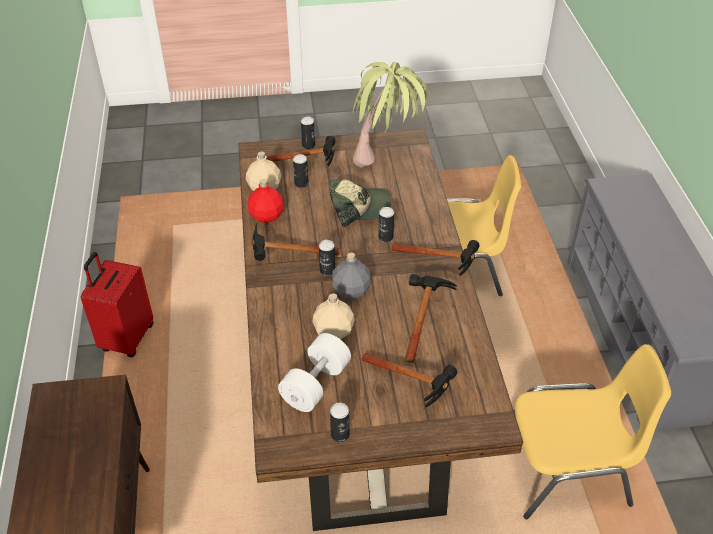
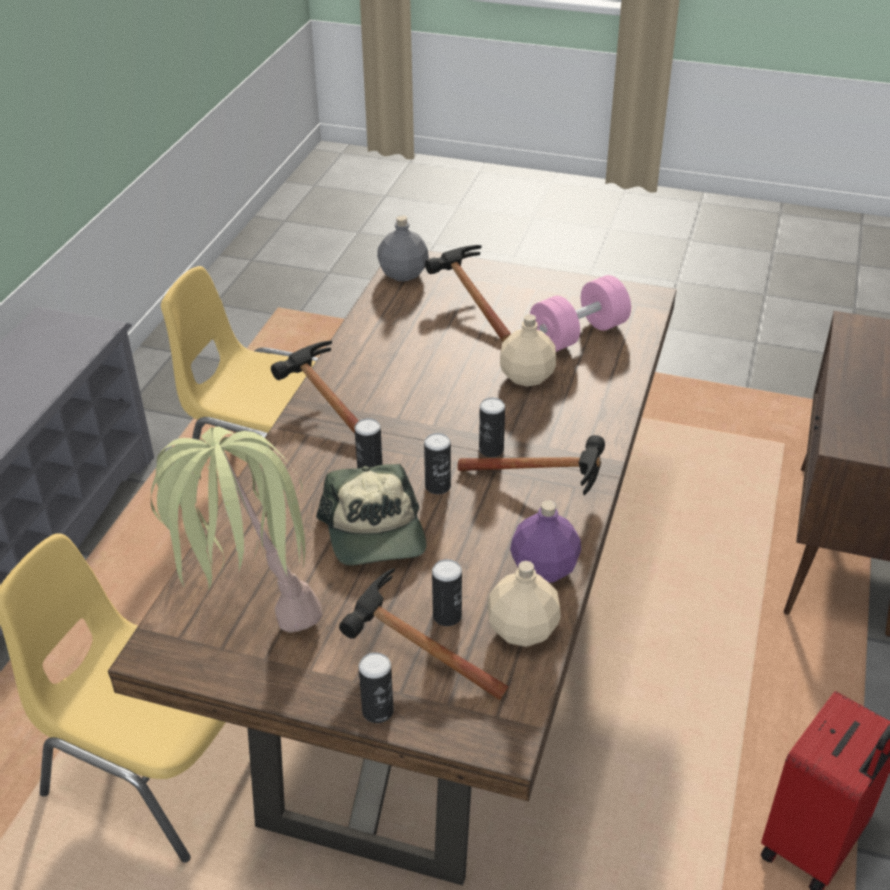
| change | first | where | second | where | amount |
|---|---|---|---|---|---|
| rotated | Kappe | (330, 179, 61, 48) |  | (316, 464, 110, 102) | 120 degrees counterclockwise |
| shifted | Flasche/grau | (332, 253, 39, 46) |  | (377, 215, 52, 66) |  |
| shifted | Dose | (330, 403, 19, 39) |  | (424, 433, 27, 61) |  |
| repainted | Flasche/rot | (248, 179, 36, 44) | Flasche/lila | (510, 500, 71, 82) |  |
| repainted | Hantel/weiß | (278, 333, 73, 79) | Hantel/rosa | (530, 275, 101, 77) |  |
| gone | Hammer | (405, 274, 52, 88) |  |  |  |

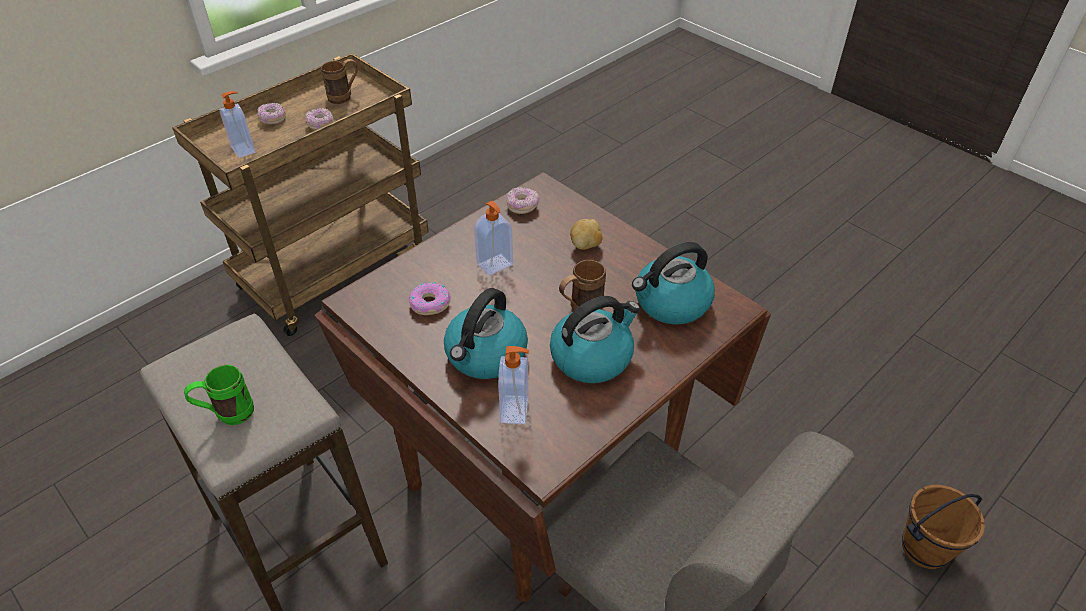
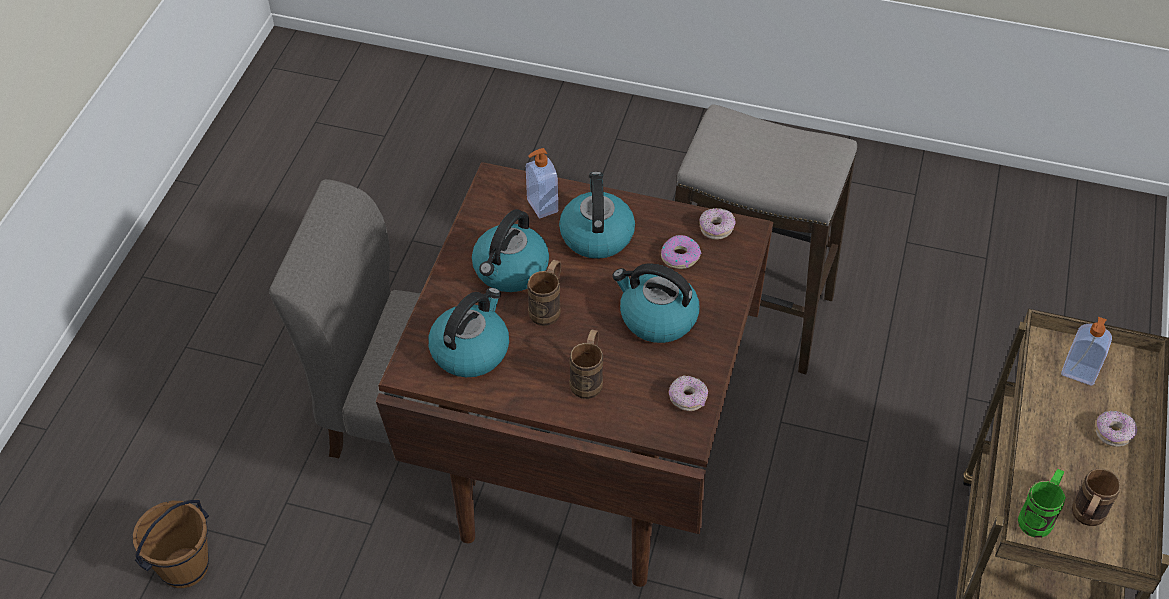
| change | first | where | second | where | amount |
|---|---|---|---|---|---|
| swapped | Kartoffel | (570, 219, 32, 31) | Henkelbecher/braun | (569, 330, 34, 69) |  |
| swapped | Seifenspender | (474, 201, 39, 75) | Wasserkessel | (612, 264, 87, 79) |  |
| shifted | Donut | (305, 108, 29, 22) |  | (699, 208, 37, 32) |  |
| shifted | Henkelbecher/grün | (184, 364, 70, 61) |  | (1018, 469, 48, 69) |  |

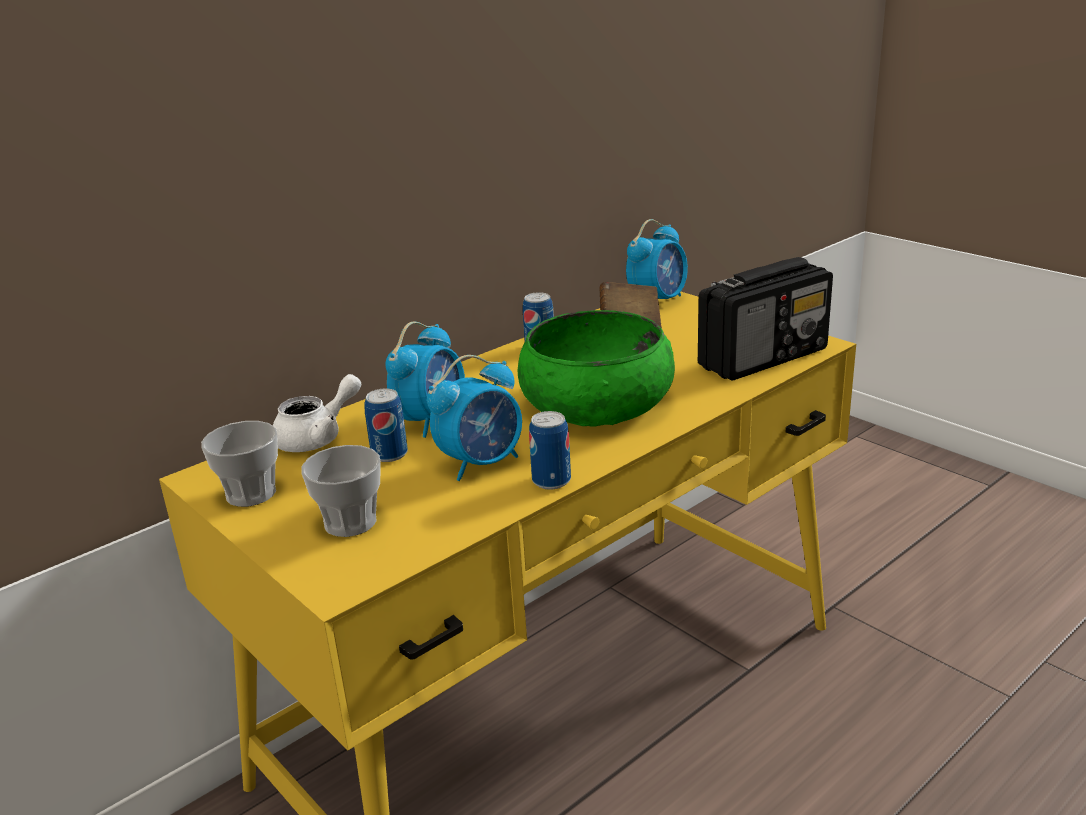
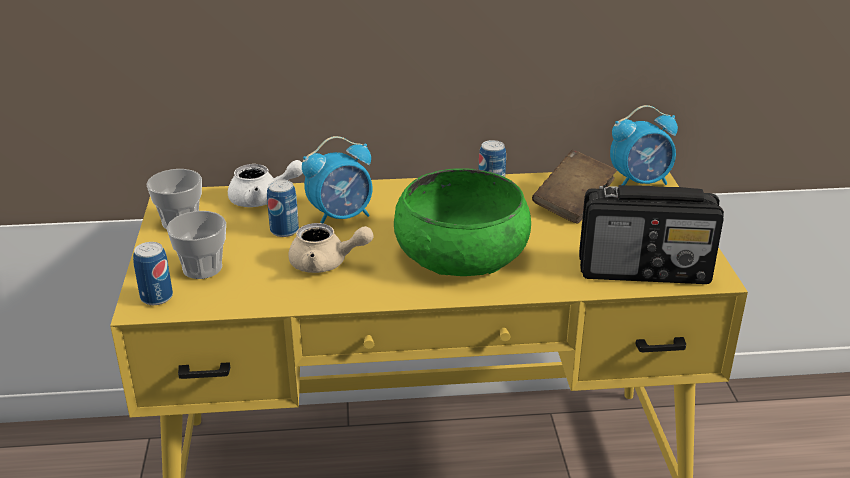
| change | first | where | second | where | amount |
|---|---|---|---|---|---|
| shifted | Dose | (529, 411, 42, 79) |  | (133, 242, 40, 63) |  |
| swapped | Wecker | (427, 355, 95, 126) | Teekanne/beige | (288, 223, 85, 50) |  |

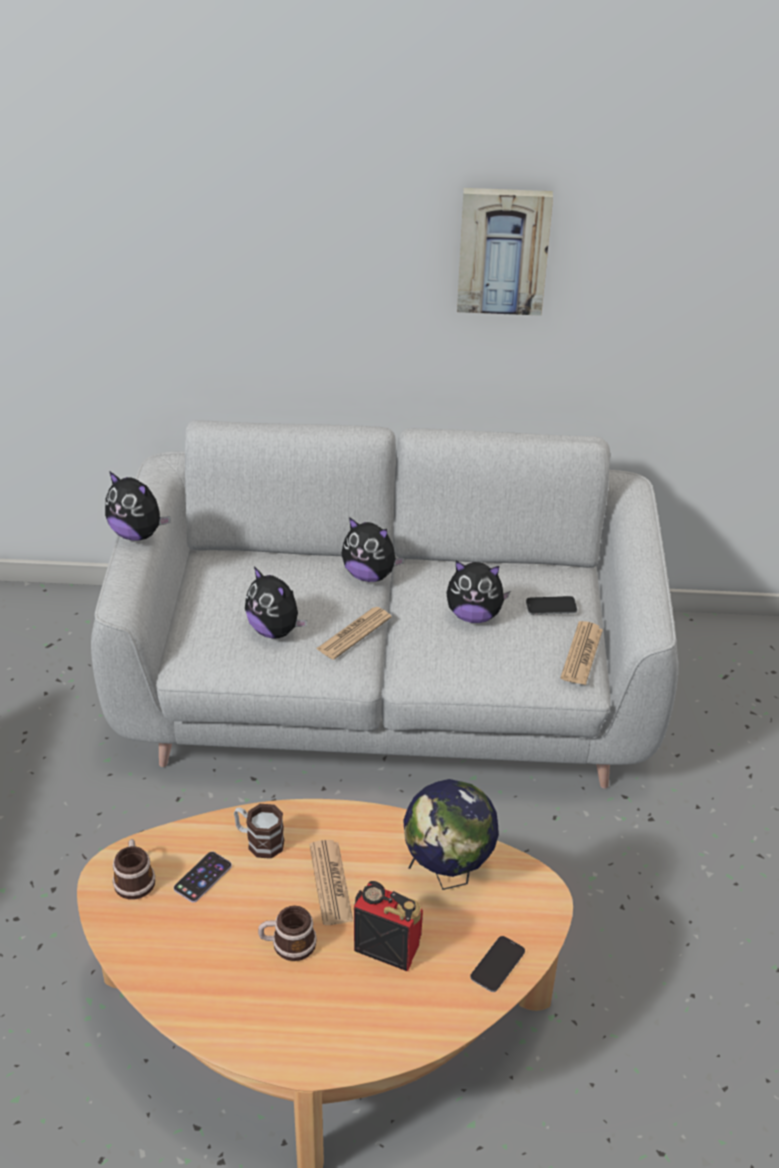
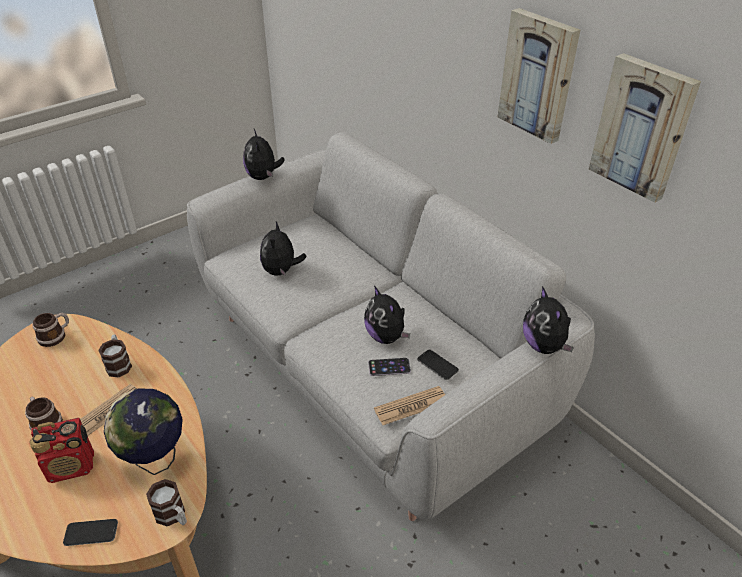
| change | first | where | second | where | amount |
|---|---|---|---|---|---|
| rotated | Radio | (354, 881, 69, 90) |  | (29, 418, 65, 65) | 90 degrees clockwise |
| new |  |  | Henkelbecher | (146, 479, 41, 47) |  |
| shifted | Handy | (174, 852, 58, 51) |  | (368, 358, 43, 18) |  |
| shifted | Plüschtier | (341, 517, 64, 65) |  | (523, 286, 51, 68) |  |
| new |  |  | Bild | (589, 53, 112, 150) |  |
| gone | Zeitung | (316, 607, 75, 53) |  |  |  |

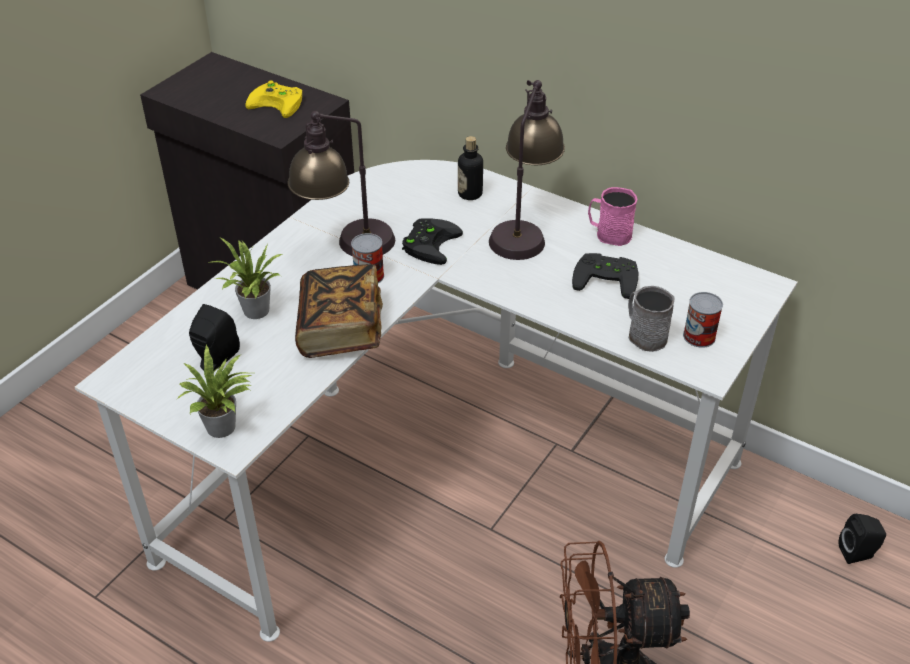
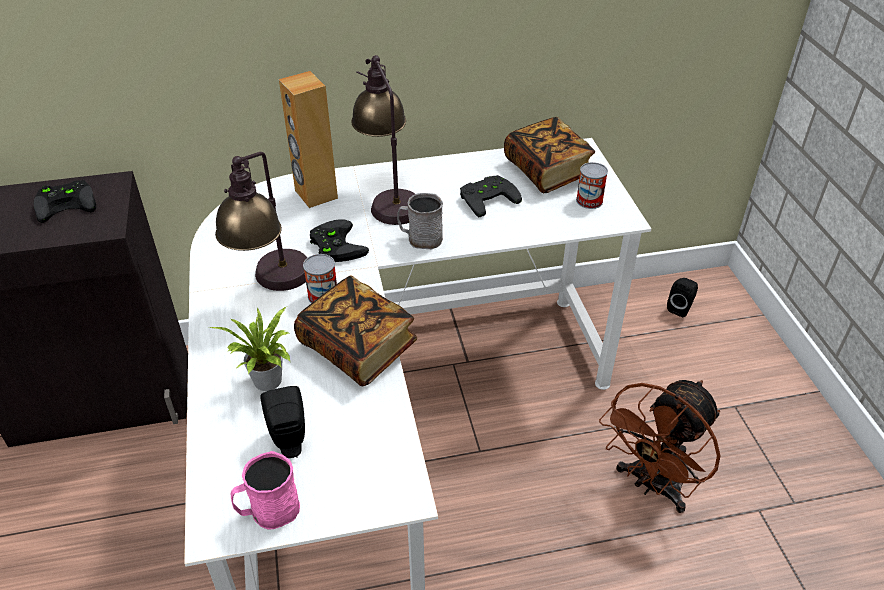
| change | first | where | second | where | amount |
|---|---|---|---|---|---|
| repainted | Gamepad/gelb | (245, 81, 57, 37) | Gamepad/schwarz | (34, 180, 62, 43) |  |
| shifted | Henkelbecher/rosa | (588, 187, 49, 59) |  | (230, 451, 70, 79) |  |
| swapped | Flasche | (458, 136, 25, 64) | Lautsprecher/braun | (279, 71, 59, 137) |  |
| shifted | Henkelbecher/grau | (628, 286, 46, 66) |  | (397, 193, 46, 56) |  |
| new |  |  | Buch | (504, 117, 91, 76) |  |
| gone | Topfpflanze | (177, 345, 76, 93) |  |  |  |

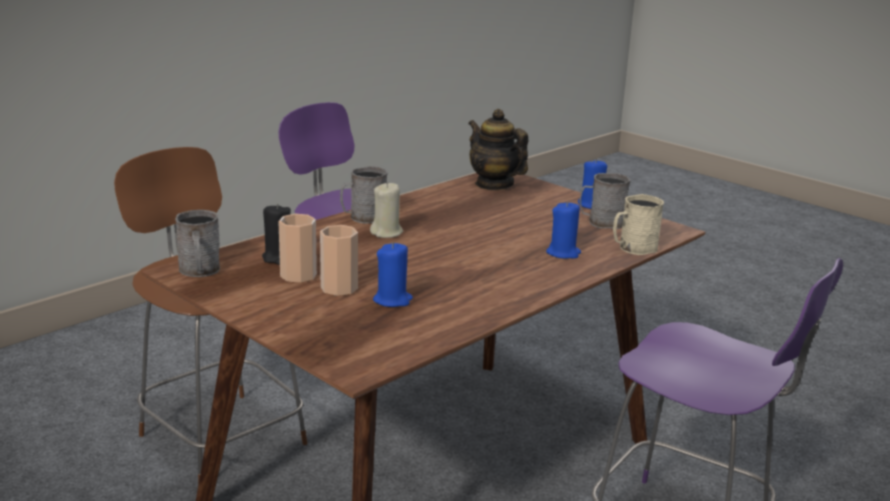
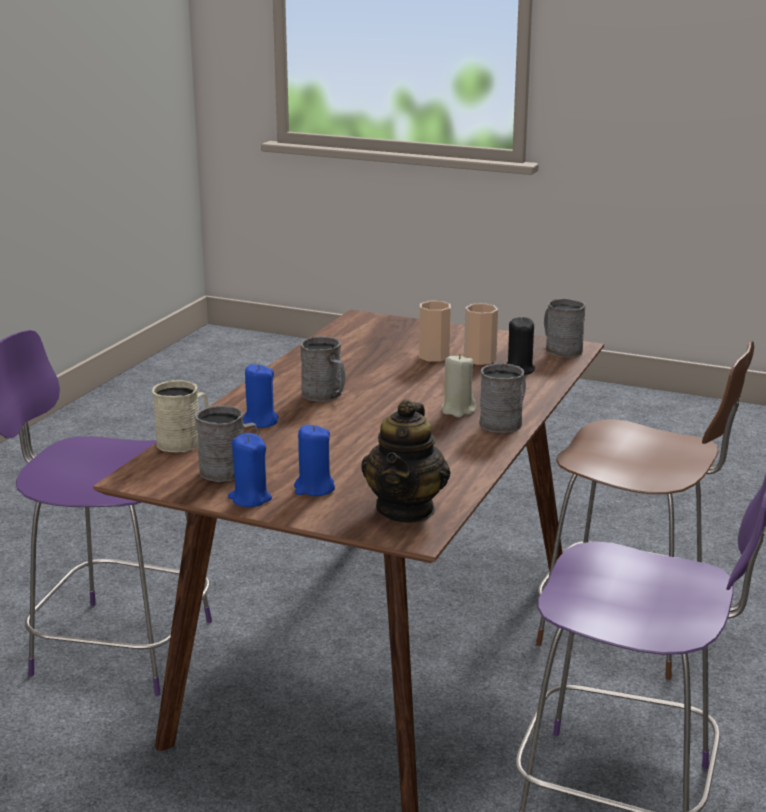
| change | first | where | second | where | amount |
|---|---|---|---|---|---|
| shifted | Kerze/blau | (373, 242, 40, 65) |  | (294, 425, 41, 71) |  |
| new |  |  | Henkelbecher/grau | (301, 336, 44, 66) |  |
| rotated | Teekanne | (468, 109, 60, 81) |  | (361, 399, 89, 124) | 75 degrees clockwise |

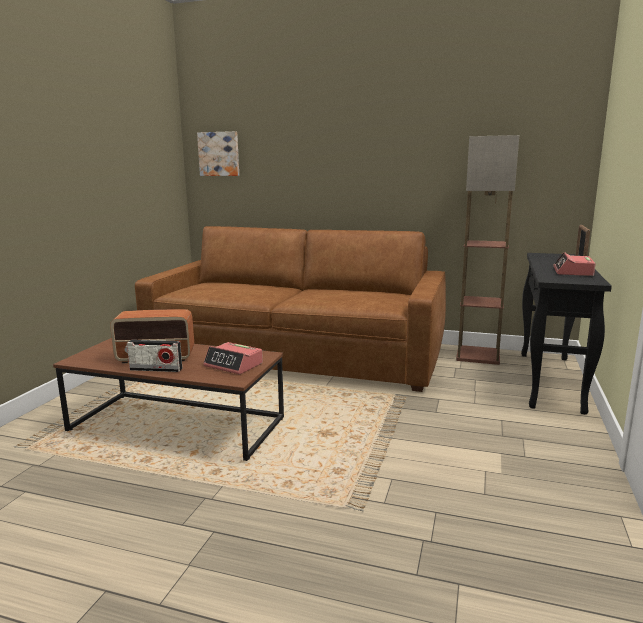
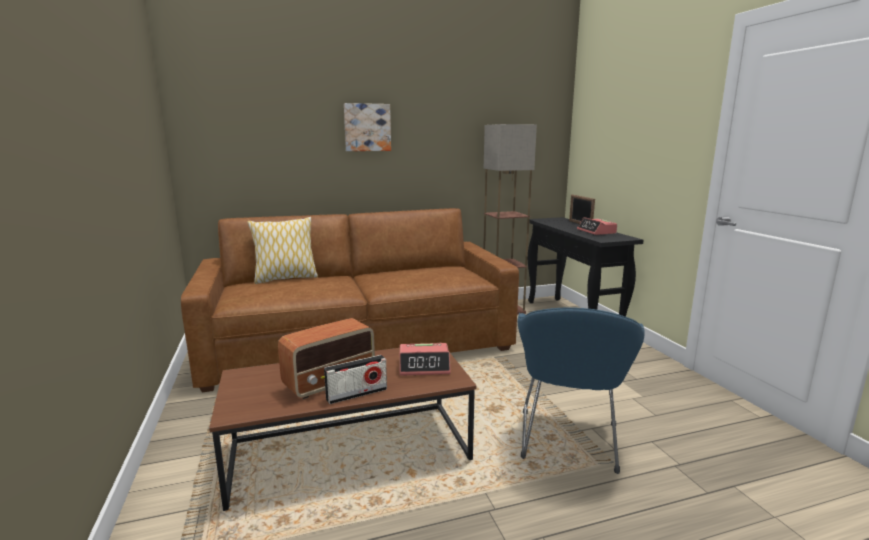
| change | first | where | second | where | amount |
|---|---|---|---|---|---|
| new |  |  | Kissen | (247, 217, 71, 67) |  |
| shifted | Bild | (197, 131, 42, 45) |  | (344, 103, 47, 48) |  |
| new |  |  | Sessel/blau | (518, 307, 127, 167) |  |

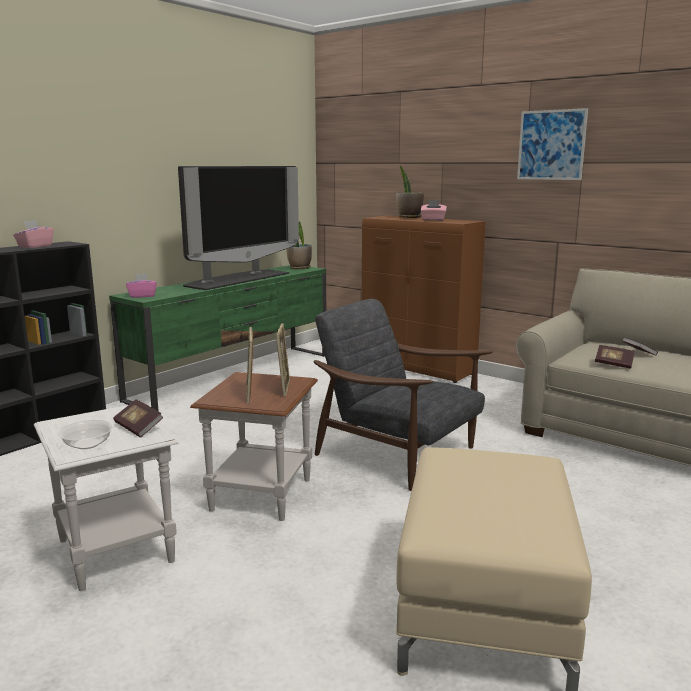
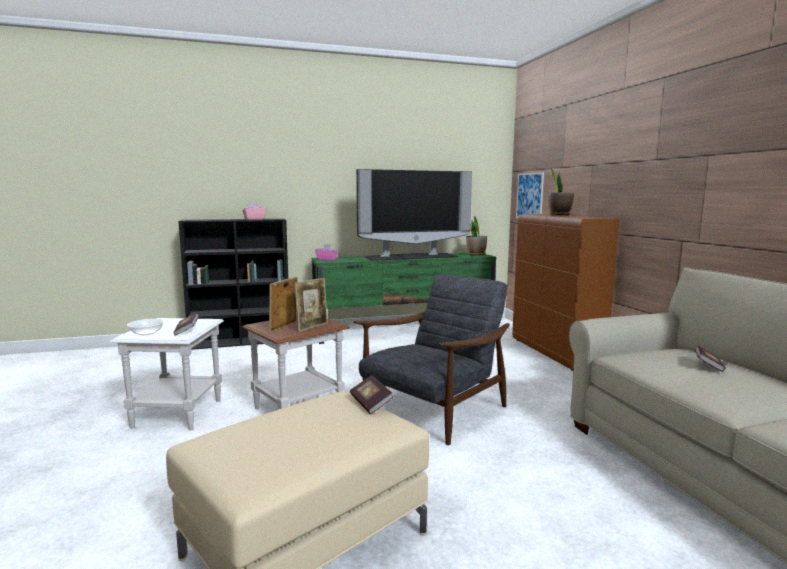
| change | first | where | second | where | amount |
|---|---|---|---|---|---|
| shifted | Buch | (595, 345, 40, 24) |  | (350, 375, 44, 39) |  |
| rotated | Sessel/grau | (314, 299, 179, 192) |  | (353, 274, 157, 171) | 60 degrees clockwise |
| shifted | Bild | (517, 108, 71, 72) |  | (516, 172, 28, 46) |  |
| gone | Taschentuchbox/rosa | (421, 200, 26, 21) |  |  |  |

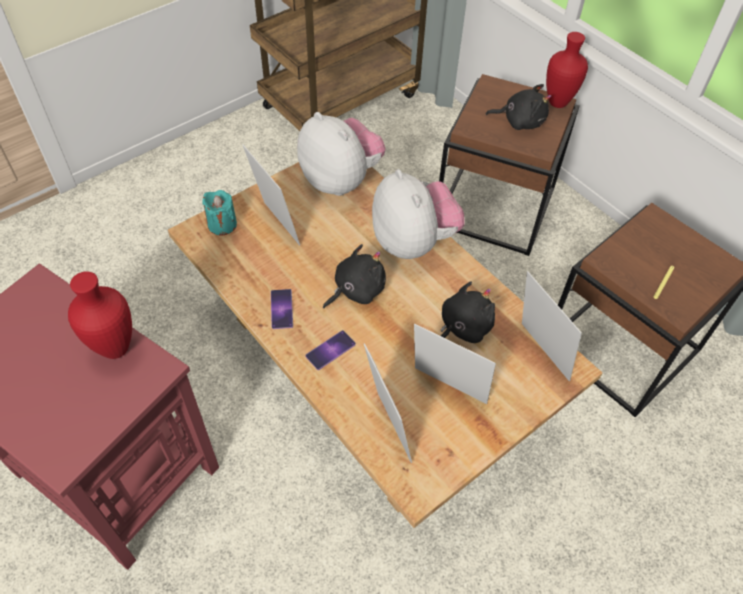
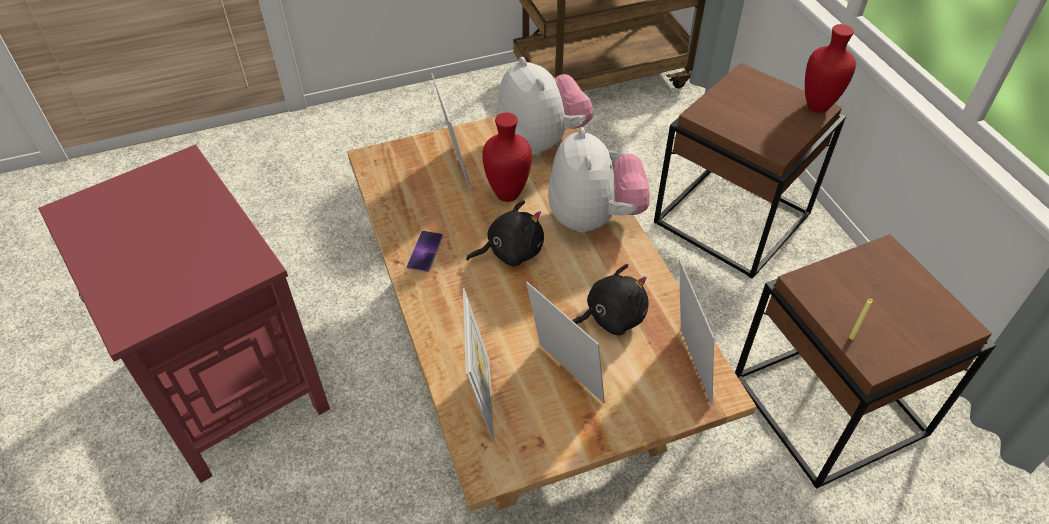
| change | first | where | second | where | amount |
|---|---|---|---|---|---|
| shifted | Vase/rot | (68, 271, 64, 88) |  | (482, 113, 50, 89) |  |
| gone | Kerze/türkis | (202, 190, 35, 46) |  |  |  |
| gone | Handy | (305, 330, 51, 40) |  |  |  |
| gone | Plüschtier/schwarz | (485, 84, 66, 46) |  |  |  |

